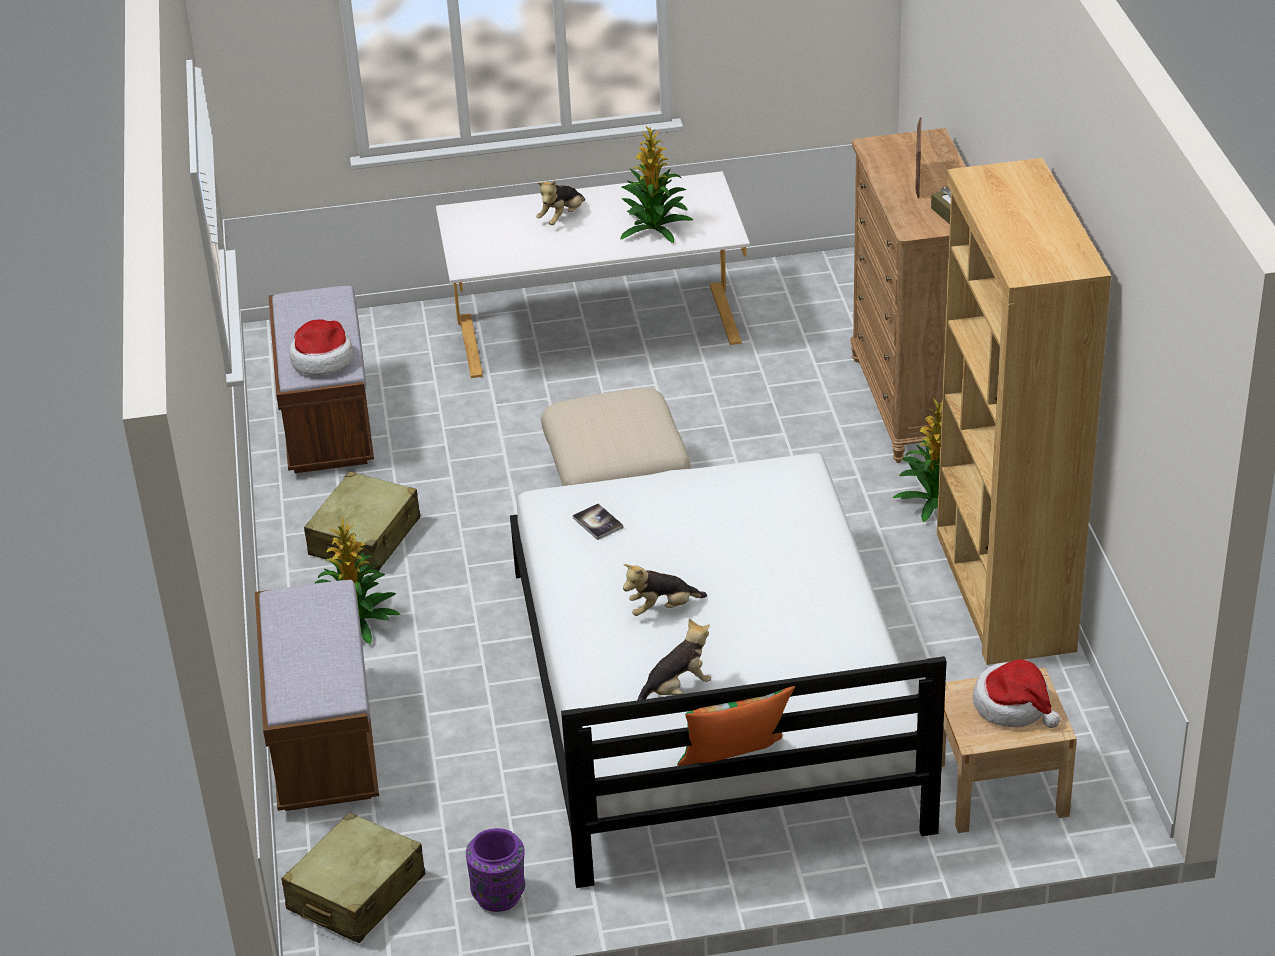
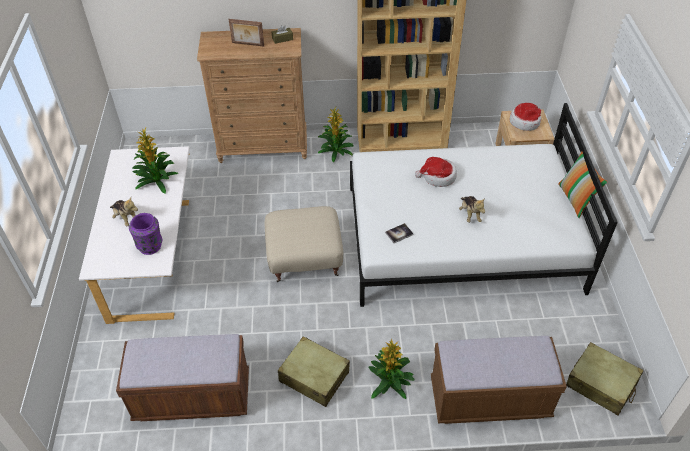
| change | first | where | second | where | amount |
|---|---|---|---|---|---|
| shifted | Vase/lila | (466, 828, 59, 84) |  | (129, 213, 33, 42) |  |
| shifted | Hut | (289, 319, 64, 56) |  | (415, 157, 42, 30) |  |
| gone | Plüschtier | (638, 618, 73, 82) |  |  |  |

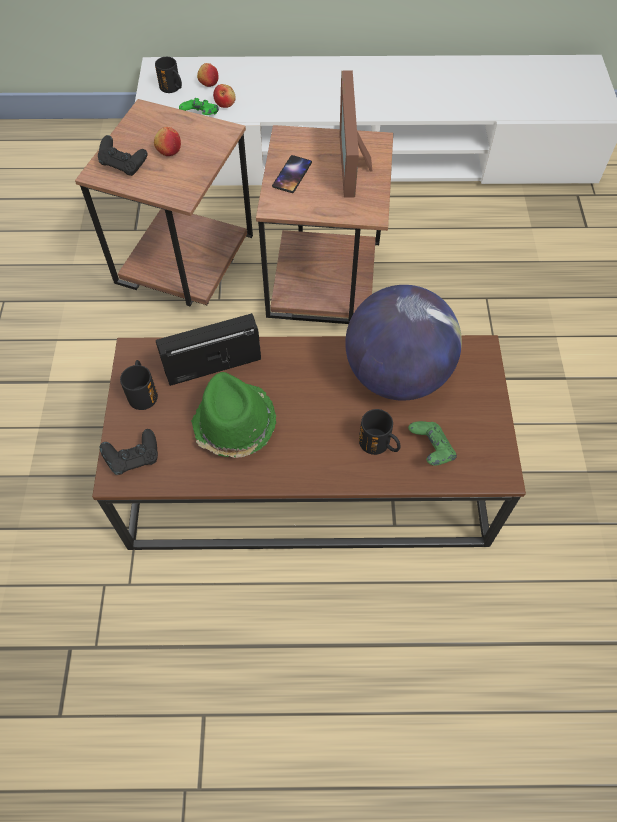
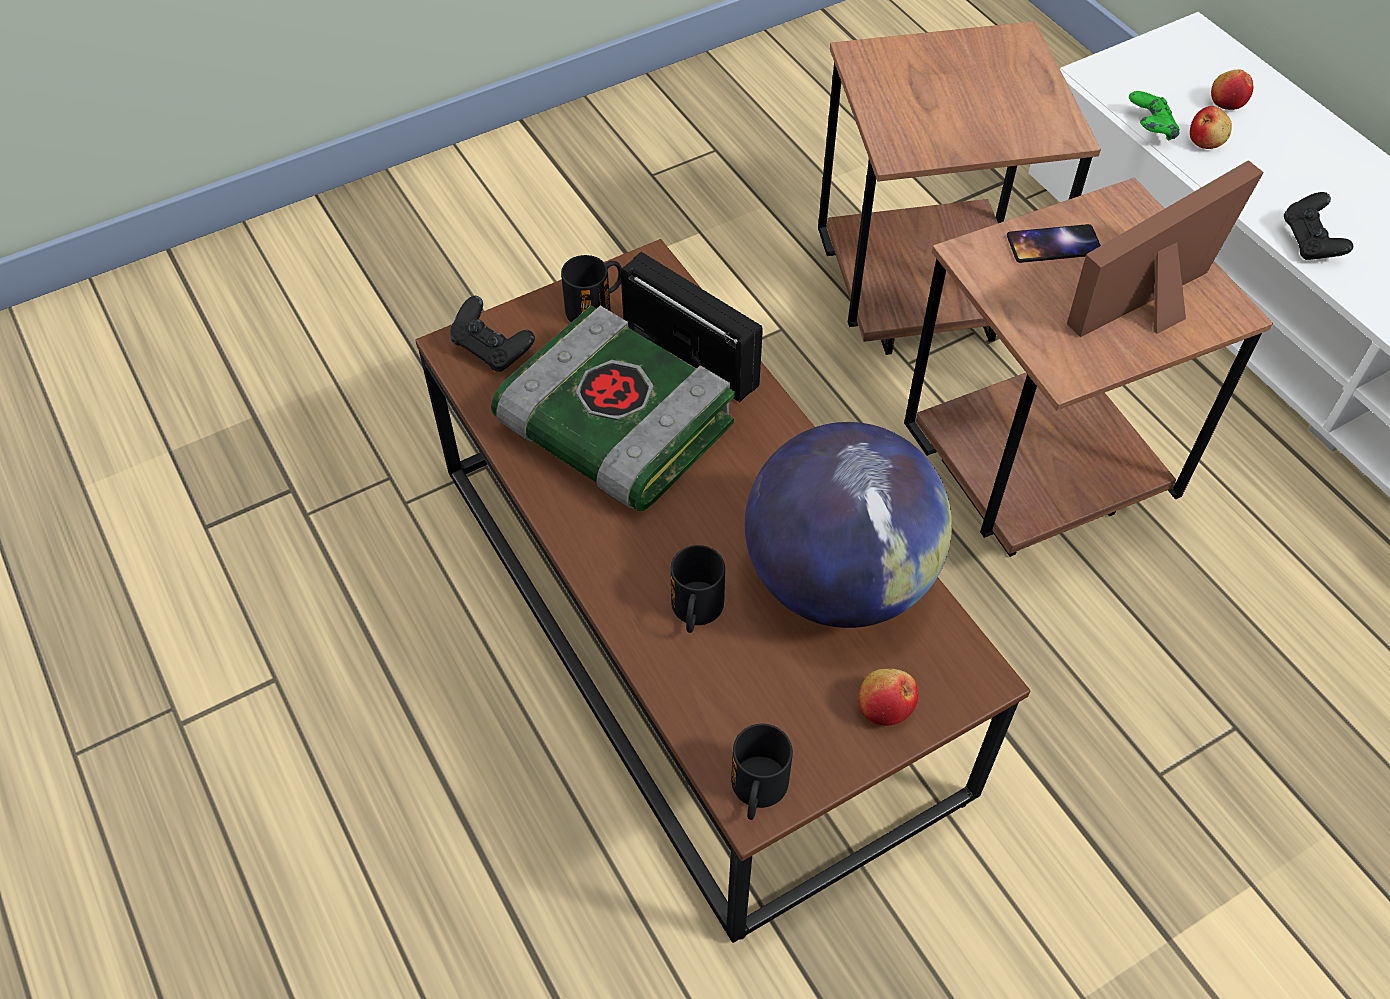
| change | first | where | second | where | amount |
|---|---|---|---|---|---|
| swapped | Hut/grün | (191, 372, 85, 86) | Buch | (491, 305, 244, 206) |  |
| shifted | Henkelbecher/schwarz | (155, 57, 27, 36) |  | (731, 724, 62, 96) |  |
| shifted | Apfel | (154, 127, 27, 29) |  | (858, 669, 60, 56) |  |
| shifted | Gamepad/schwarz | (98, 135, 50, 41) |  | (1284, 192, 69, 68) |  |
| gone | Gamepad/grün | (408, 421, 49, 45) |  |  |  |

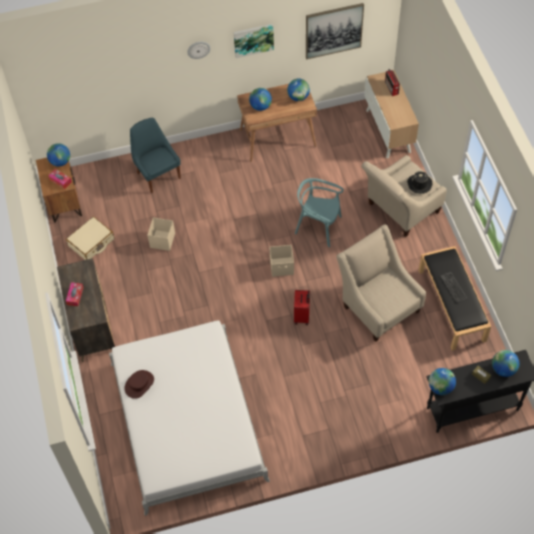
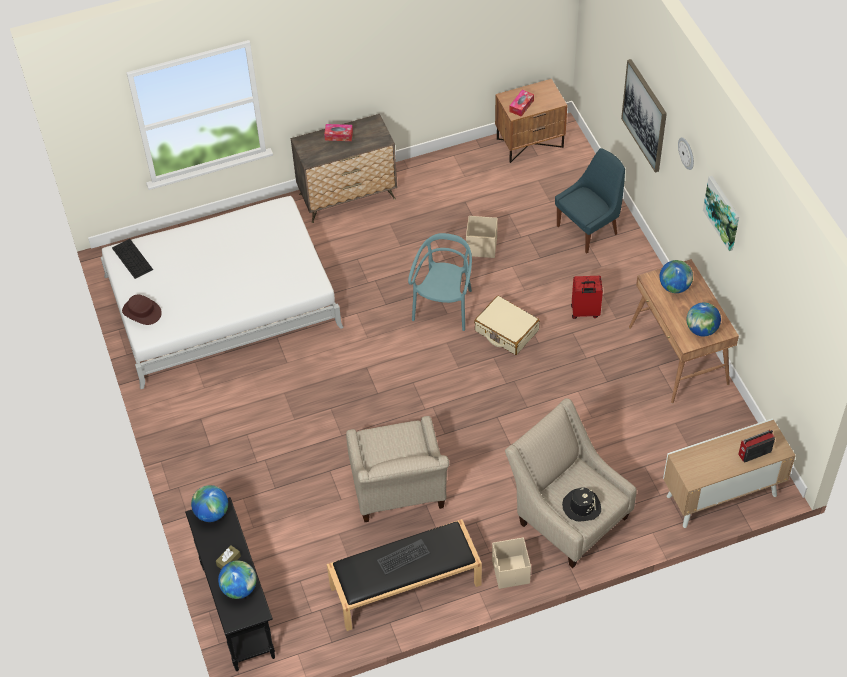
| change | first | where | second | where | amount |
|---|---|---|---|---|---|
| new |  |  | Tastatur | (112, 239, 41, 40) |  |
| shifted | Hut/braun | (124, 370, 30, 29) |  | (122, 294, 40, 31) |  |
| rotated | Sessel/beige | (336, 224, 90, 118) |  | (346, 416, 103, 106) | 120 degrees clockwise |
| shifted | Stuhl/türkis | (295, 178, 49, 69) |  | (408, 233, 64, 98) |  |
| shifted | Koffer/beige | (66, 217, 48, 43) |  | (474, 295, 66, 60) |  |
| shifted | Aufbewahrungsbox/beige | (270, 245, 24, 32) |  | (492, 537, 39, 52) |  |
| shifted | Koffer/rot | (294, 290, 16, 35) |  | (571, 276, 32, 43) |  |
| shifted | Bild | (306, 3, 58, 56) |  | (621, 59, 46, 113) |  |
| gone | Globus | (47, 143, 23, 24) |  |  |  |

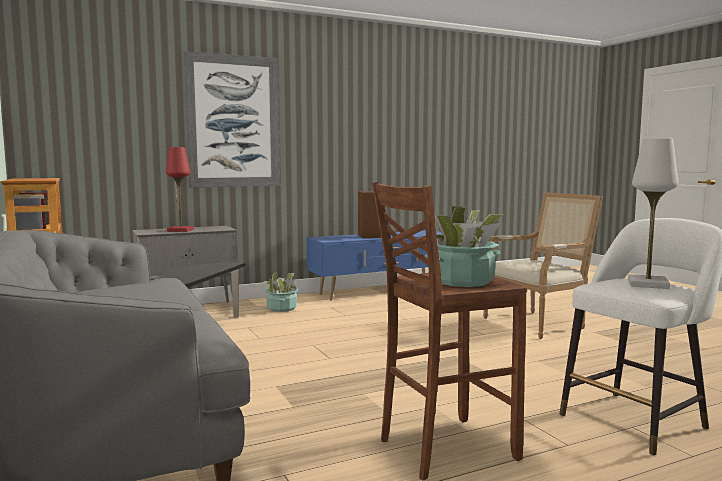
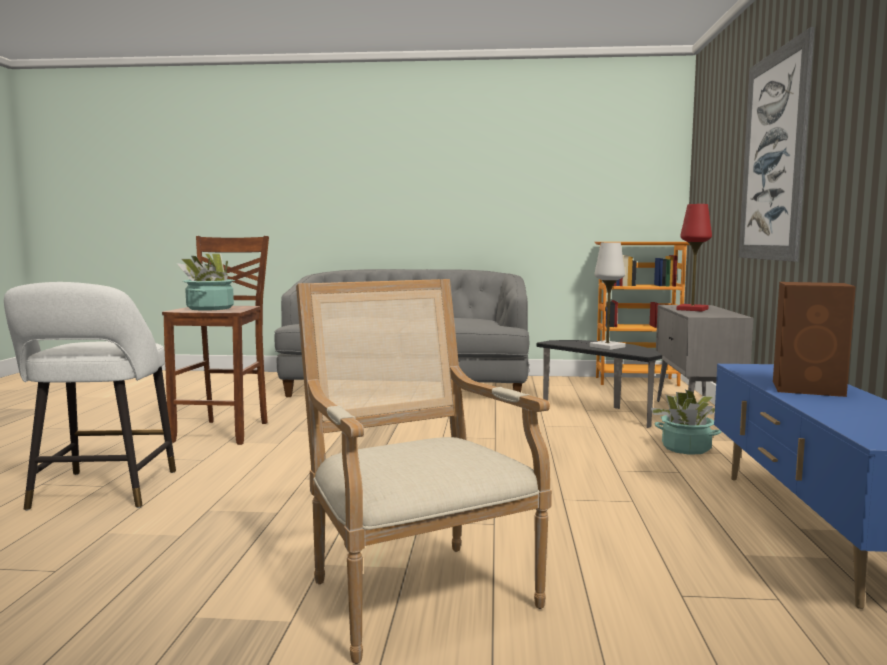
| change | first | where | second | where | amount |
|---|---|---|---|---|---|
| rotated | Sessel | (483, 192, 120, 147) |  | (296, 279, 256, 385) | 150 degrees clockwise |
| shifted | Tischlampe/weiß | (628, 138, 50, 151) |  | (590, 243, 35, 107) |  |

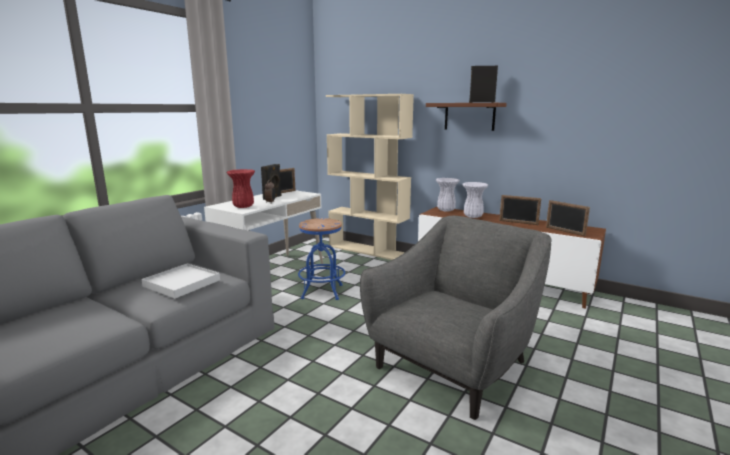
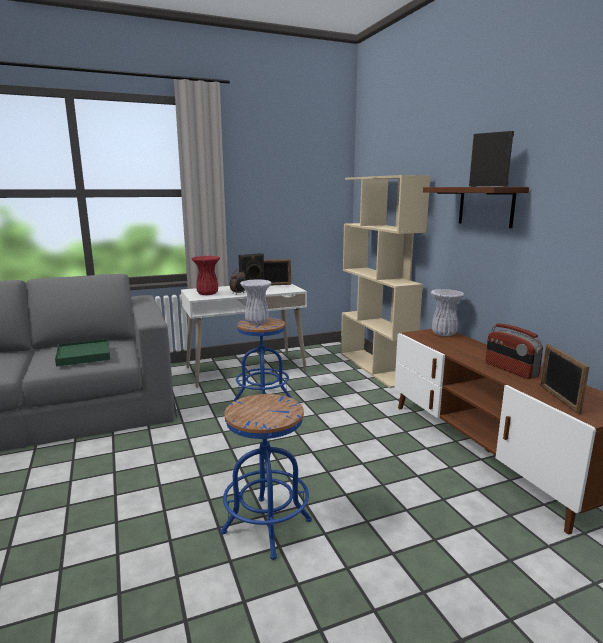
| change | first | where | second | where | amount |
|---|---|---|---|---|---|
| repainted | Tablett/weiß | (141, 264, 79, 34) | Tablett/grün | (55, 339, 55, 27) |  |
| swapped | Sessel/grau | (360, 216, 192, 204) | Hocker/blau | (221, 394, 91, 166) |  |
| shifted | Vase/weiß | (462, 182, 26, 36) |  | (240, 279, 32, 45) |  |
| swapped | Bilderrahmen | (499, 195, 43, 30) | Radio | (485, 323, 58, 56) |  |

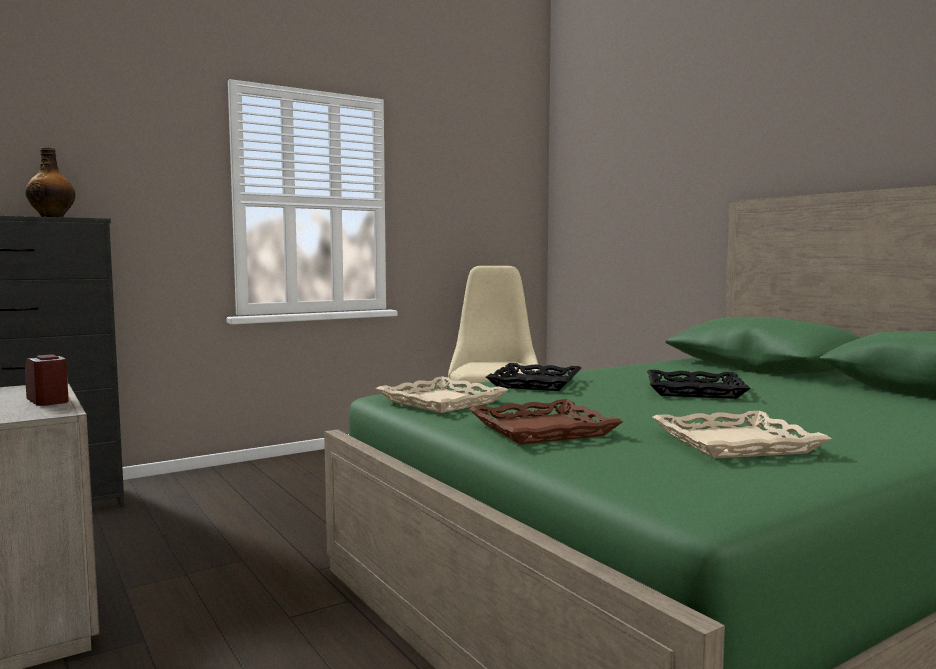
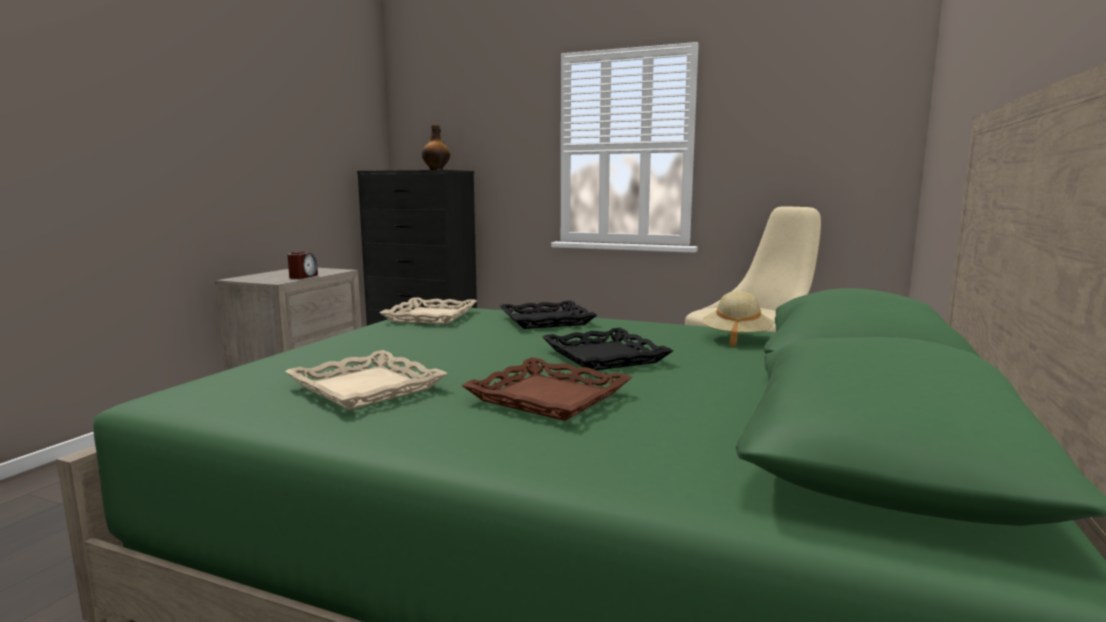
| change | first | where | second | where | amount |
|---|---|---|---|---|---|
| shifted | Tablett/braun | (469, 399, 154, 46) |  | (461, 357, 171, 64) |  |
| new |  |  | Hut/beige | (703, 291, 71, 56) |  |

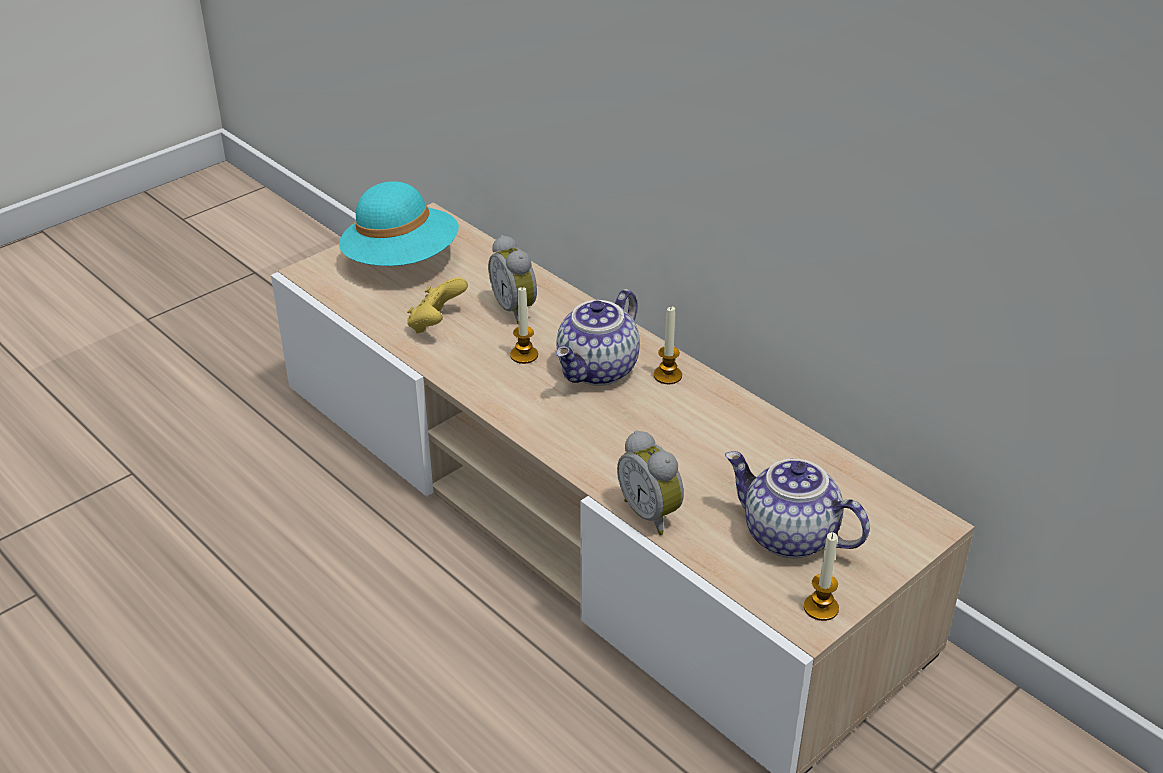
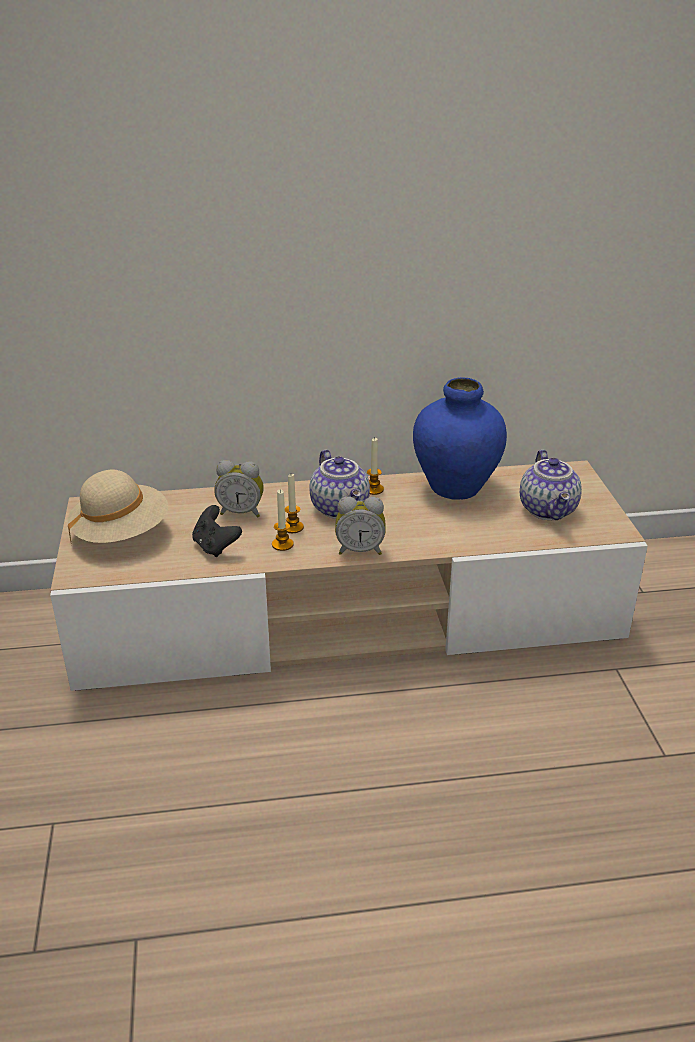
| change | first | where | second | where | amount |
|---|---|---|---|---|---|
| repainted | Hut/türkis | (339, 181, 120, 85) | Hut/beige | (68, 470, 100, 73) |  |
| repainted | Gamepad/gelb | (407, 277, 61, 57) | Gamepad/schwarz | (192, 505, 50, 52) |  |
| shifted | Kerze | (804, 532, 35, 89) |  | (272, 489, 22, 62) |  |
| shifted | Wecker | (617, 430, 67, 105) |  | (335, 496, 51, 59) |  |
| new |  |  | Vase/blau | (413, 377, 94, 123) |  |
| rotated | Teekanne | (725, 451, 145, 107) |  | (520, 449, 62, 71) | 75 degrees counterclockwise |

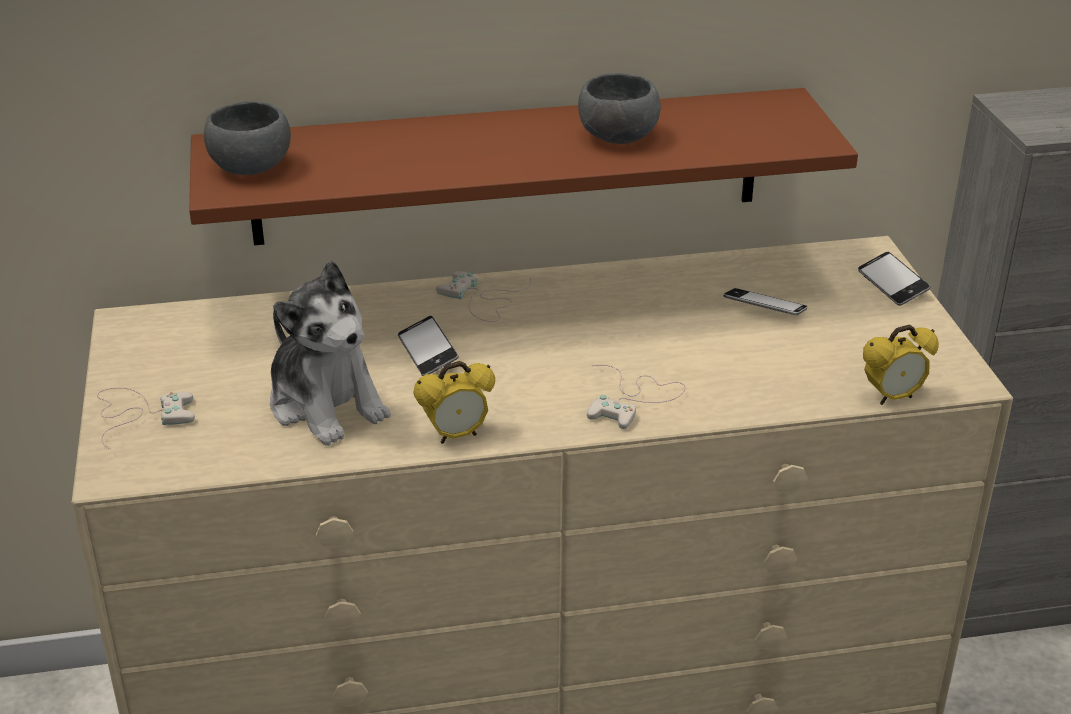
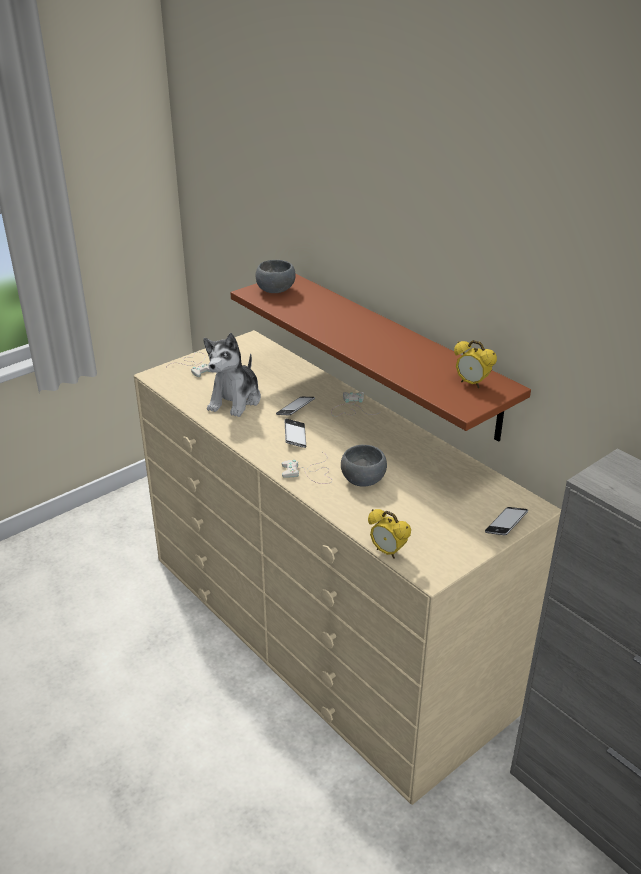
| change | first | where | second | where | amount |
|---|---|---|---|---|---|
| shifted | Handy | (724, 288, 83, 27) |  | (285, 419, 21, 29) |  |
| shifted | Schüssel/grau | (578, 73, 83, 71) |  | (341, 445, 46, 42) |  |
| shifted | Wecker | (414, 361, 81, 83) |  | (454, 340, 43, 48) |  |

